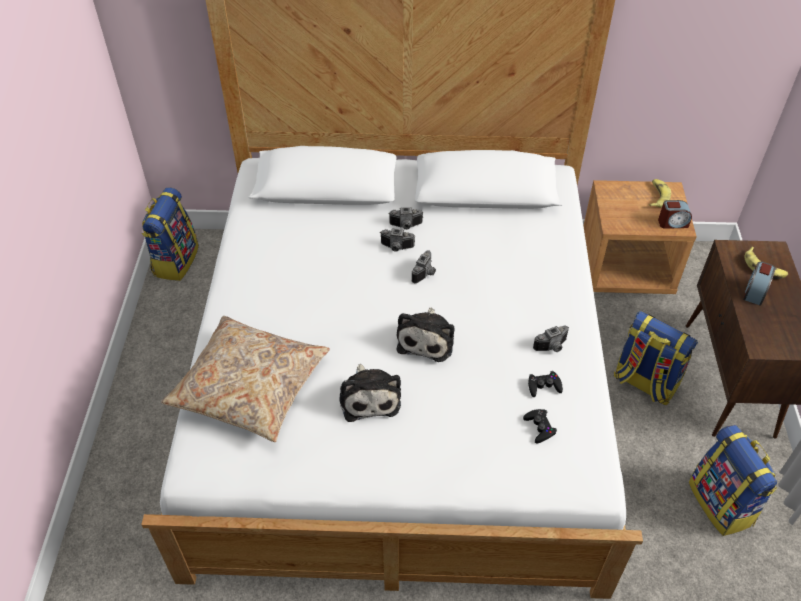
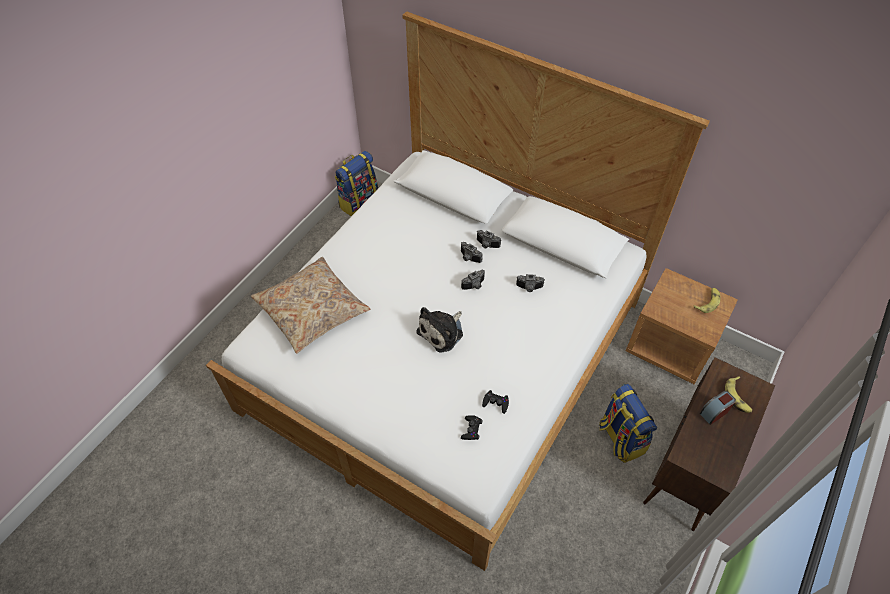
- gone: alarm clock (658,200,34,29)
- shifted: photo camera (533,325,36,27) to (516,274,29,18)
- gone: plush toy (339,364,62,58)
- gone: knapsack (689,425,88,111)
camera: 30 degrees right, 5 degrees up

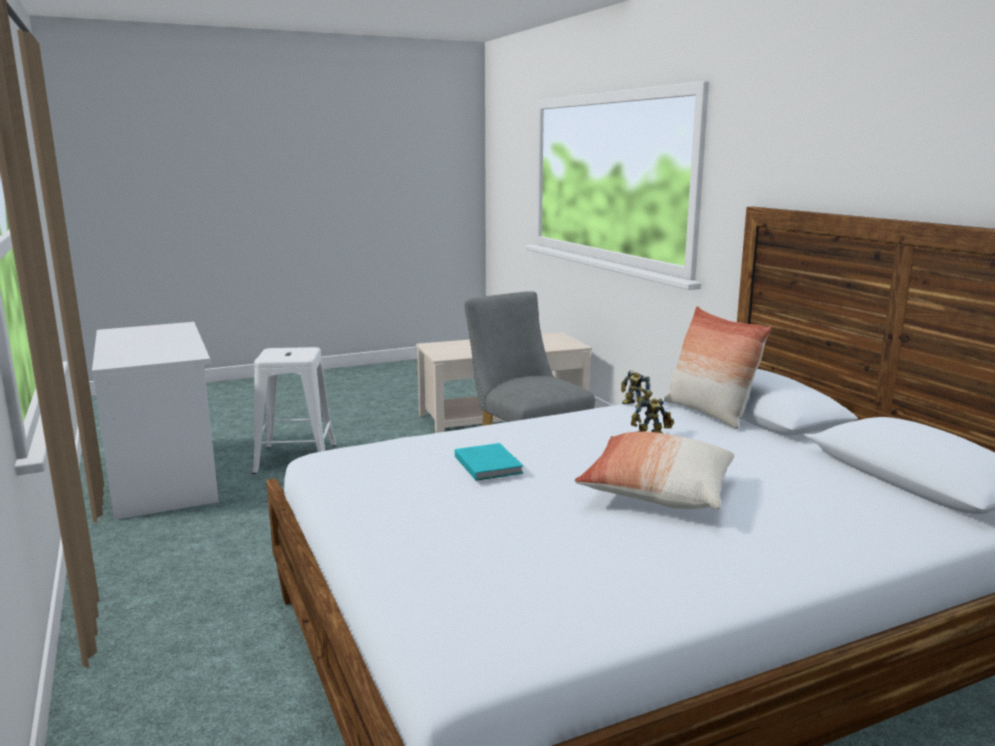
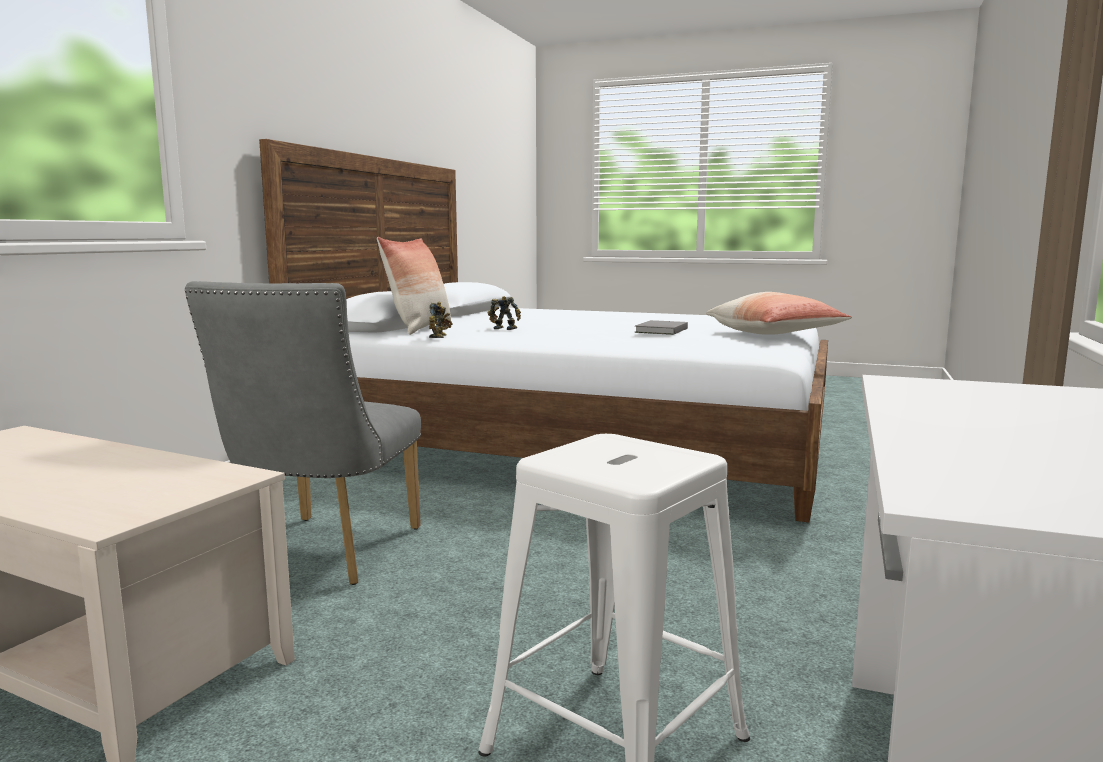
- shifted: throw pillow (574,431,160,78) to (706,292,146,43)
- repainted: turquoise-coloured bound book (455,443,68,38) to gray bound book (635,320,53,15)
camera: 135 degrees left, 5 degrees down

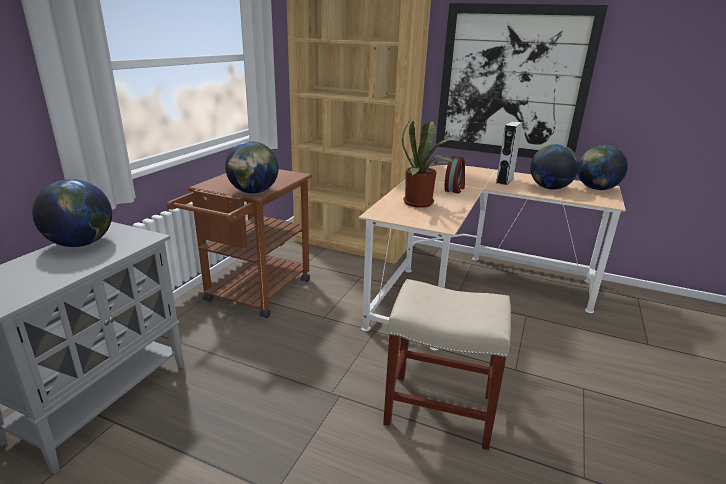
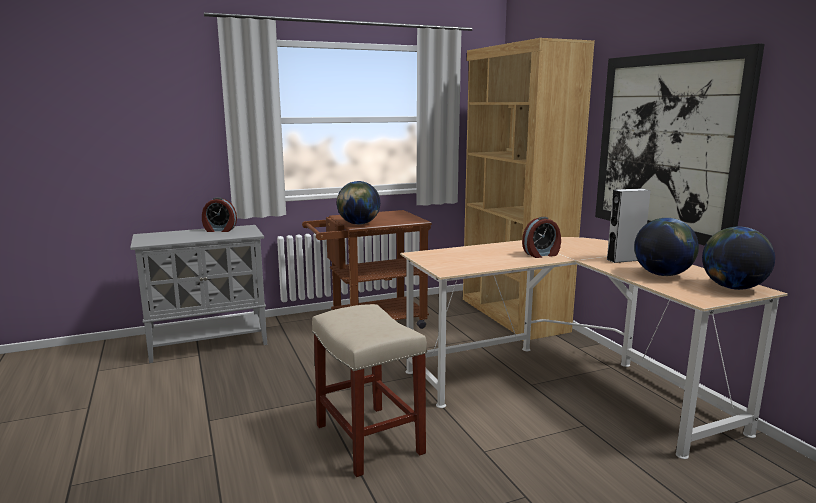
- gone: potted plant (402,119,56,89)
- swapped: globe (32,179,80,68) to alarm clock (202,197,35,35)
camera: 45 degrees right, 10 degrees down

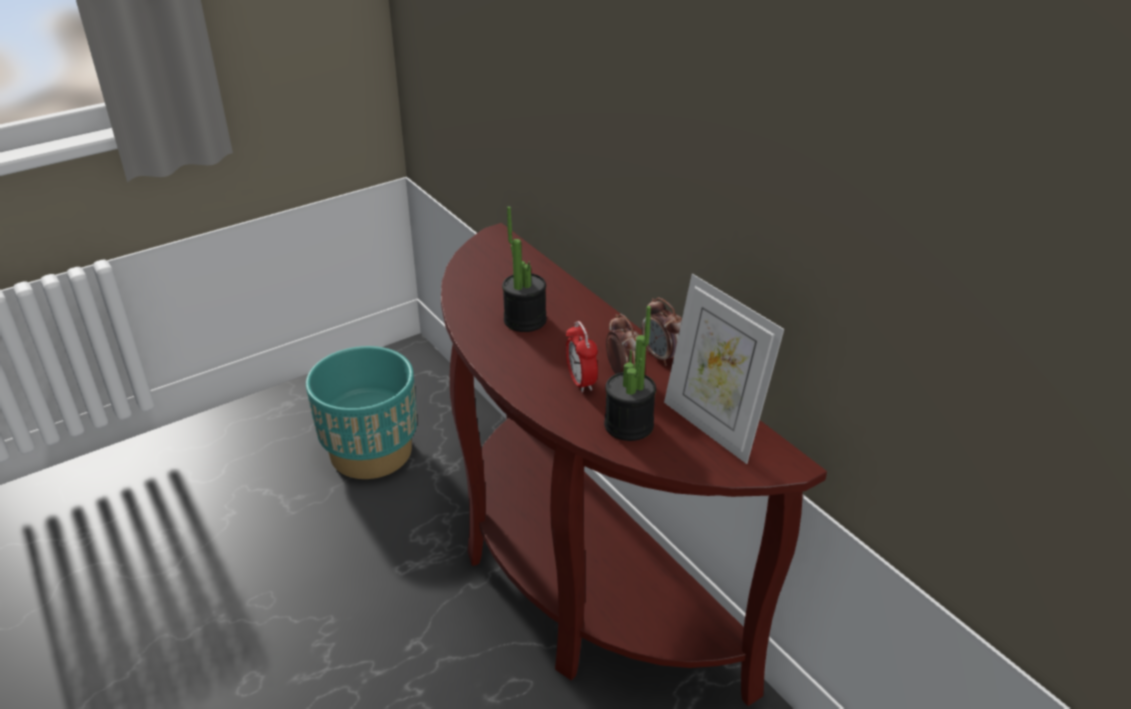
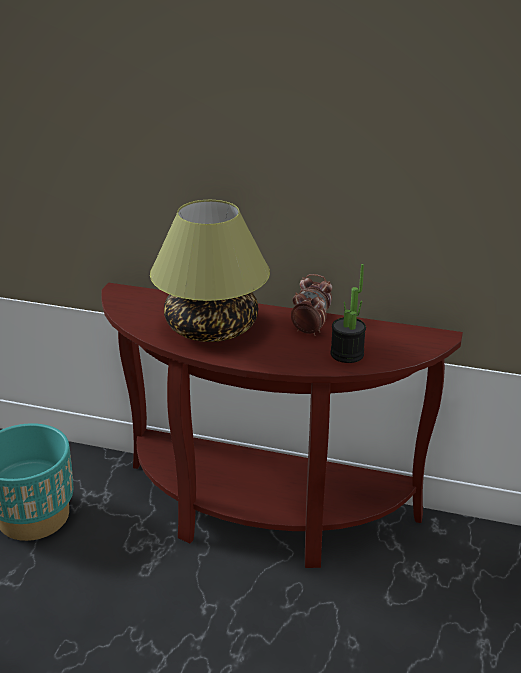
- swapped: potted plant (502,206,45,126) to tabletop lamp (150,200,120,142)
- gone: photo frame (664,274,120,190)
- gone: alarm clock (566,321,32,72)
camera: 40 degrees left, 5 degrees down

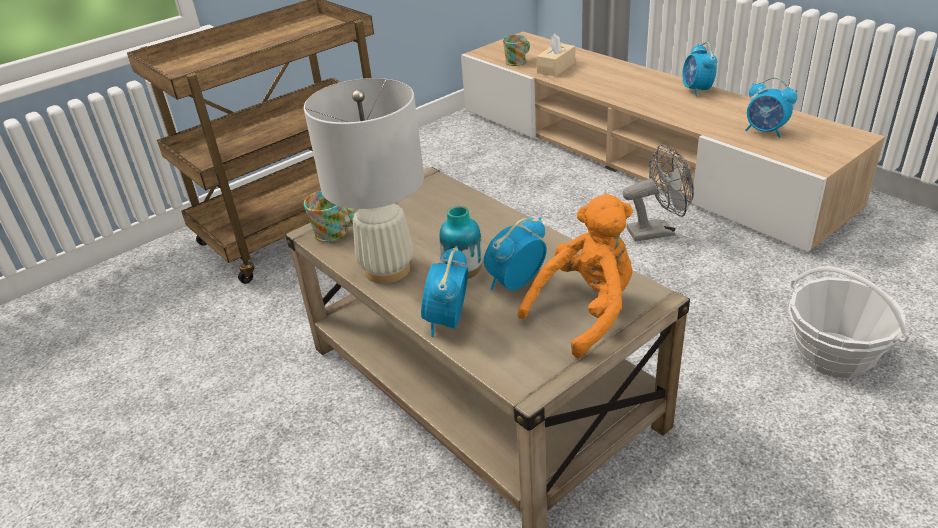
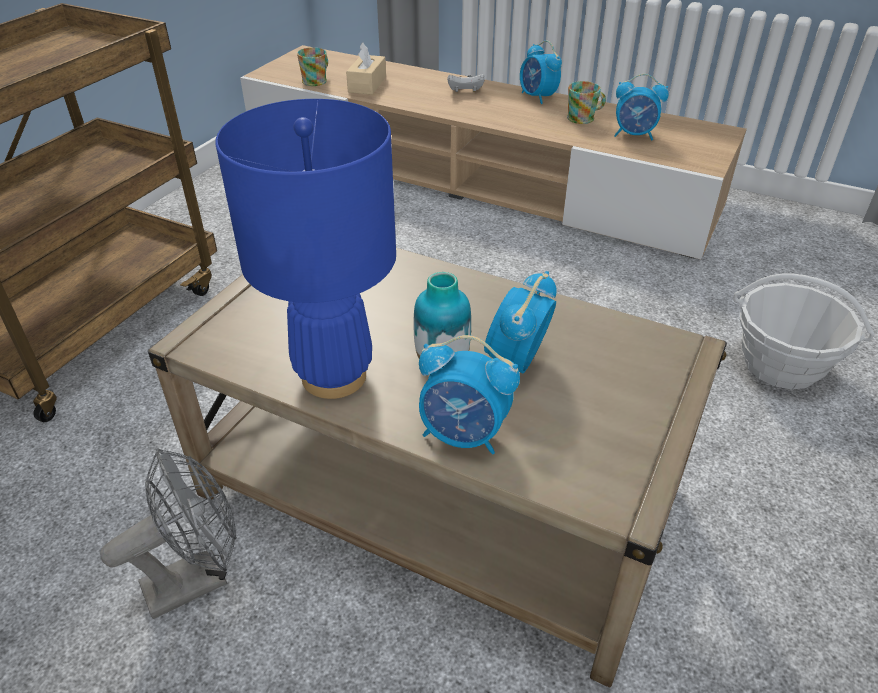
- repainted: white tabletop lamp (304,78,120,206) to blue-coloured tabletop lamp (215,99,181,300)
- shifted: gray fan (623,144,71,97) to (100,449,137,170)
- shifted: mug (304,191,51,51) to (567,81,39,43)
- gone: orangey plush toy (518,194,115,164)
- rotated: alarm clock (421,246,47,91) = (419,335,101,120) 60 degrees counterclockwise
- new: white joypad (447,74,38,18)
camera: 25 degrees left, 5 degrees up

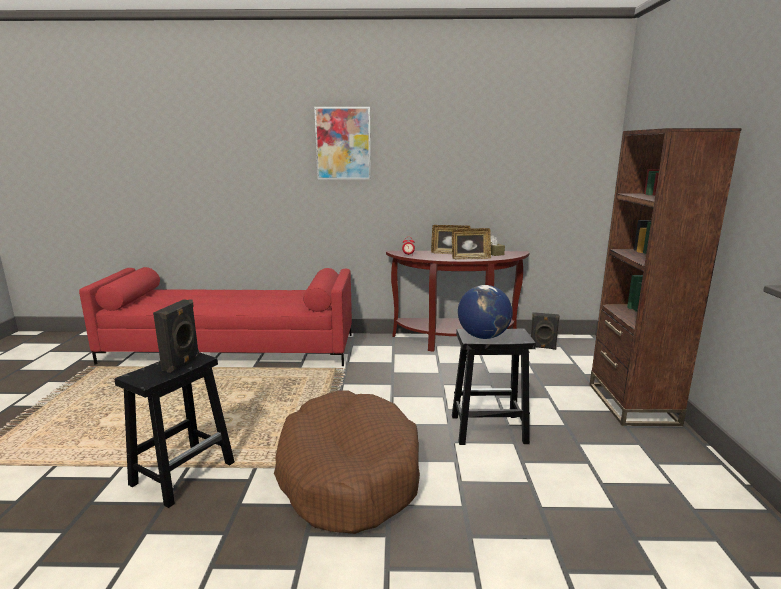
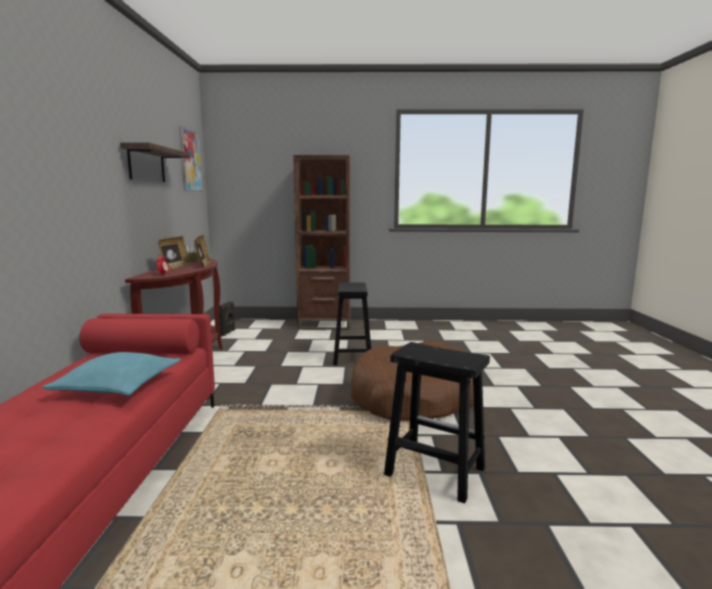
- shifted: wall picture (314,107,57,73) to (179,126,24,66)
- gone: globe (458,285,55,54)
- gone: black-coloured speaker (153,299,46,74)
- new: wall shelf (120,143,71,39)
- new: turquoise-coloured throw pillow (42,352,139,44)
camera: 90 degrees left, 5 degrees down

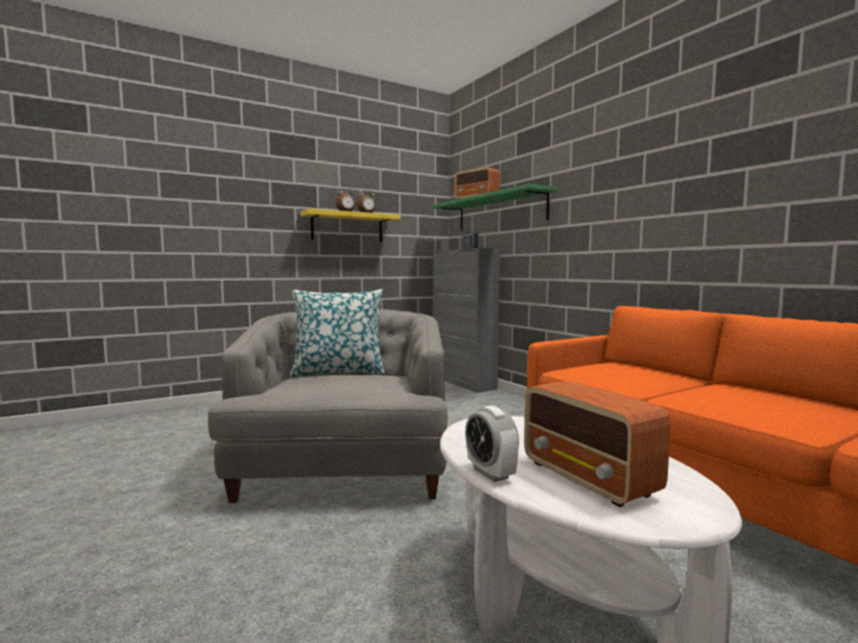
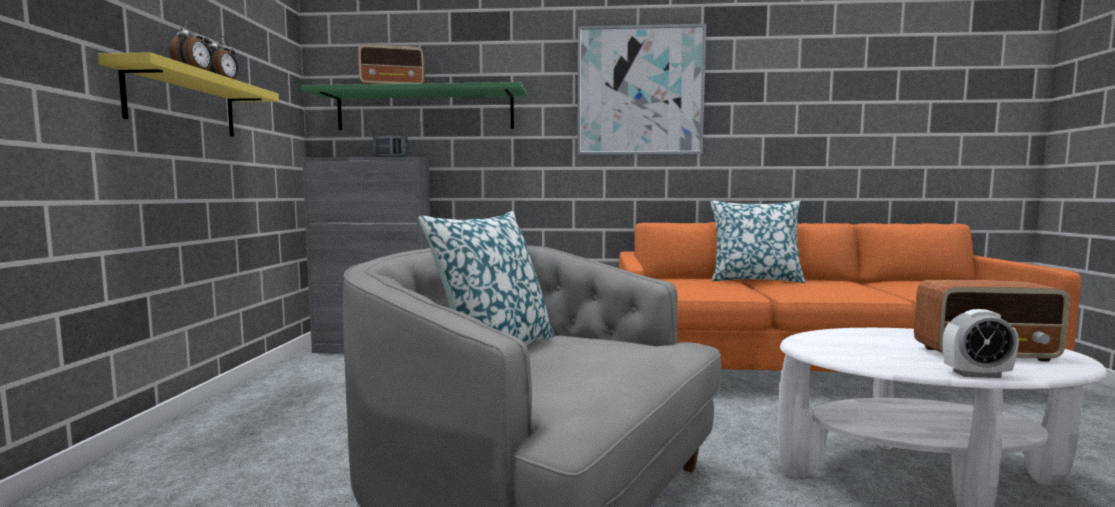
- new: wall picture (577,24,129,131)
- new: throw pillow (711,200,95,83)
camera: 55 degrees left, 0 degrees up

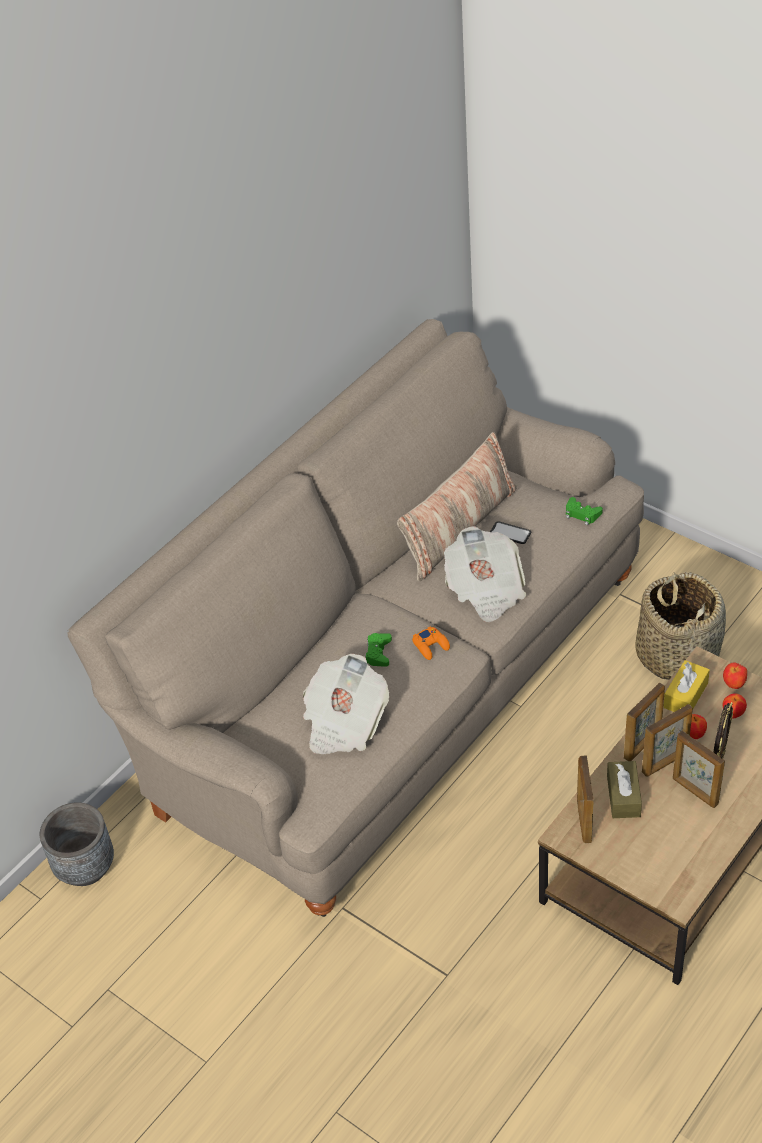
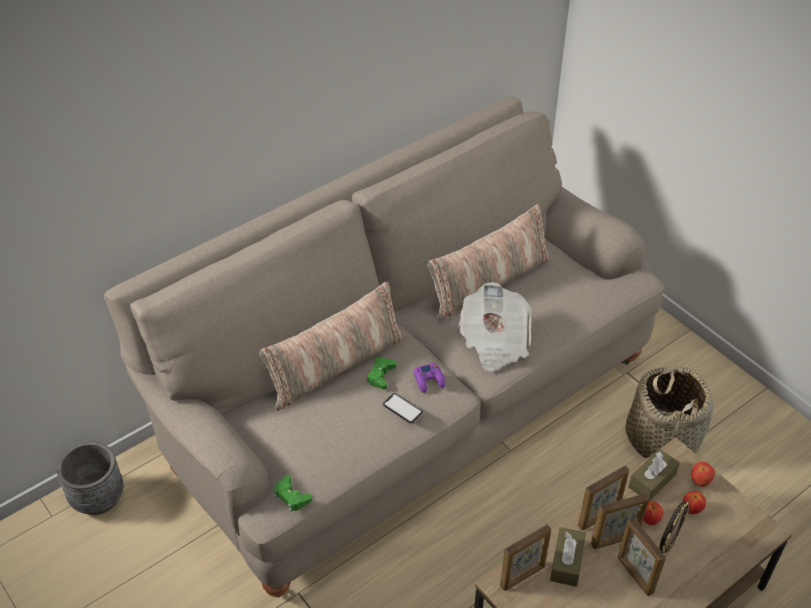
- shifted: greenish joypad (566,497,37,28) to (274,475,38,37)
- shifted: handset (490,521,41,23) to (383,393,40,30)
- repainted: orangey joypad (412,626,38,34) to purplish joypad (414,363,32,30)
- gone: daily paper (302,654,87,100)
- repainted: yellowish box of tissues (663,660,47,52) to brownish box of tissues (628,448,52,53)
- rotated: photo frame (577,756,17,87) = (500,524,51,67) 135 degrees counterclockwise
- new: throw pillow (259,282,146,129)
camera: 10 degrees right, 0 degrees up

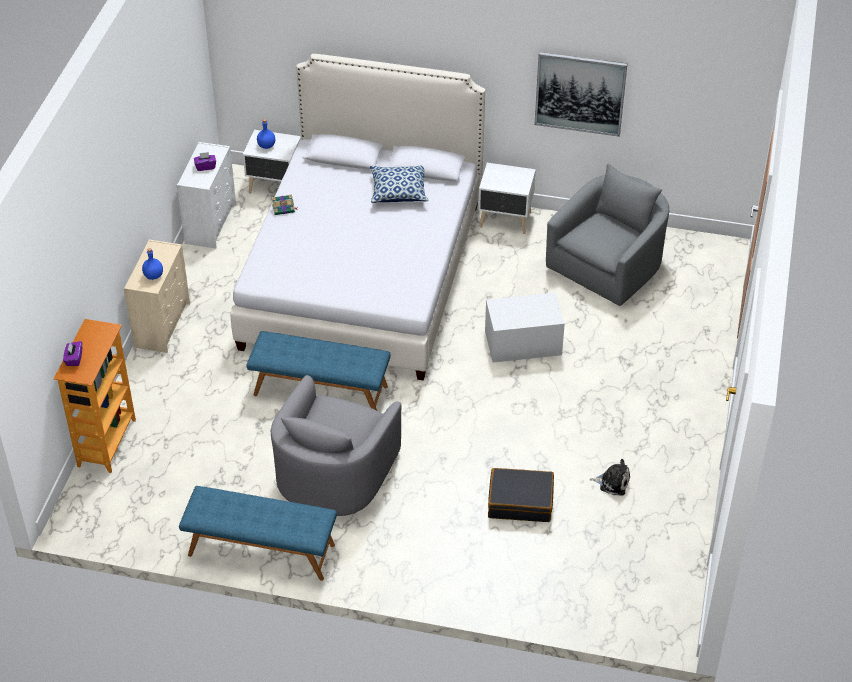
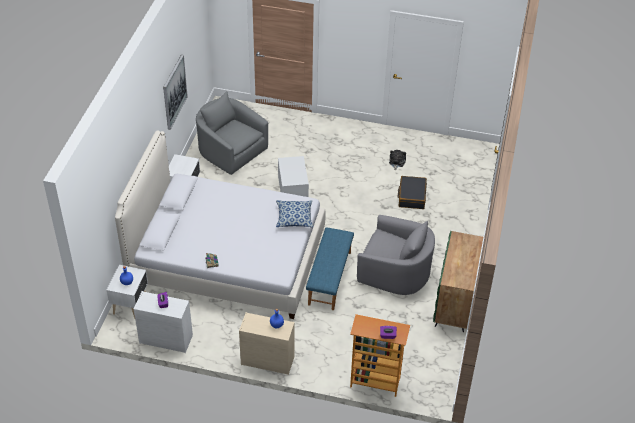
- shifted: throw pillow (370,166,59,37) to (276,200,37,27)
- swapped: blue-coloured long seat (179,486,158,95) to greenish cupboard (433,231,50,101)
camera: 90 degrees left, 0 degrees up

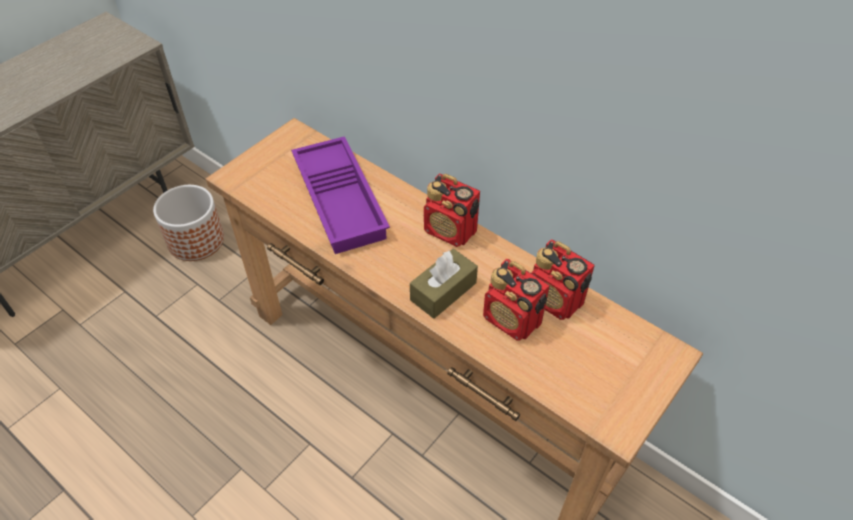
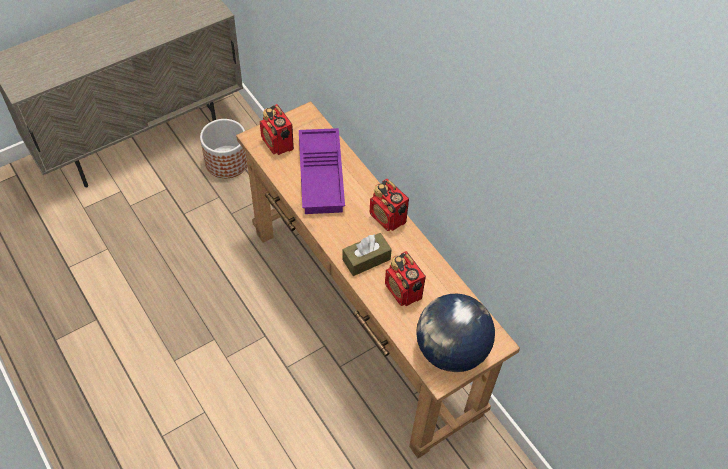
- shifted: radio receiver (531,239,64,81) to (260,104,34,51)
- new: globe (416,294,79,78)
camera: 15 degrees right, 5 degrees up

